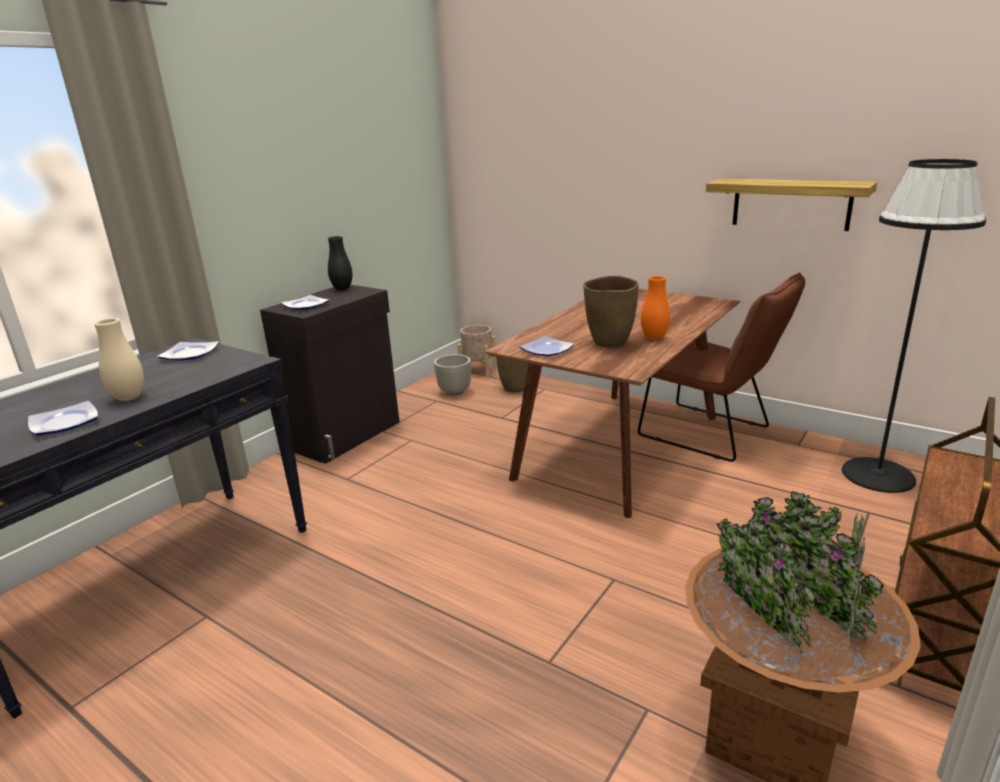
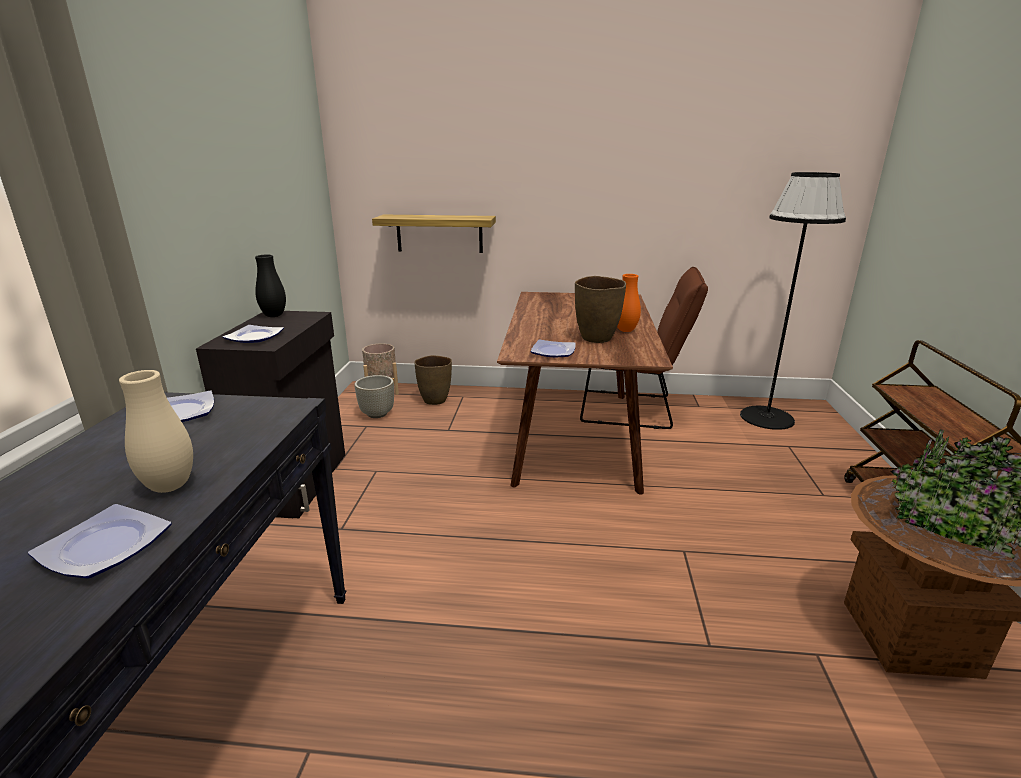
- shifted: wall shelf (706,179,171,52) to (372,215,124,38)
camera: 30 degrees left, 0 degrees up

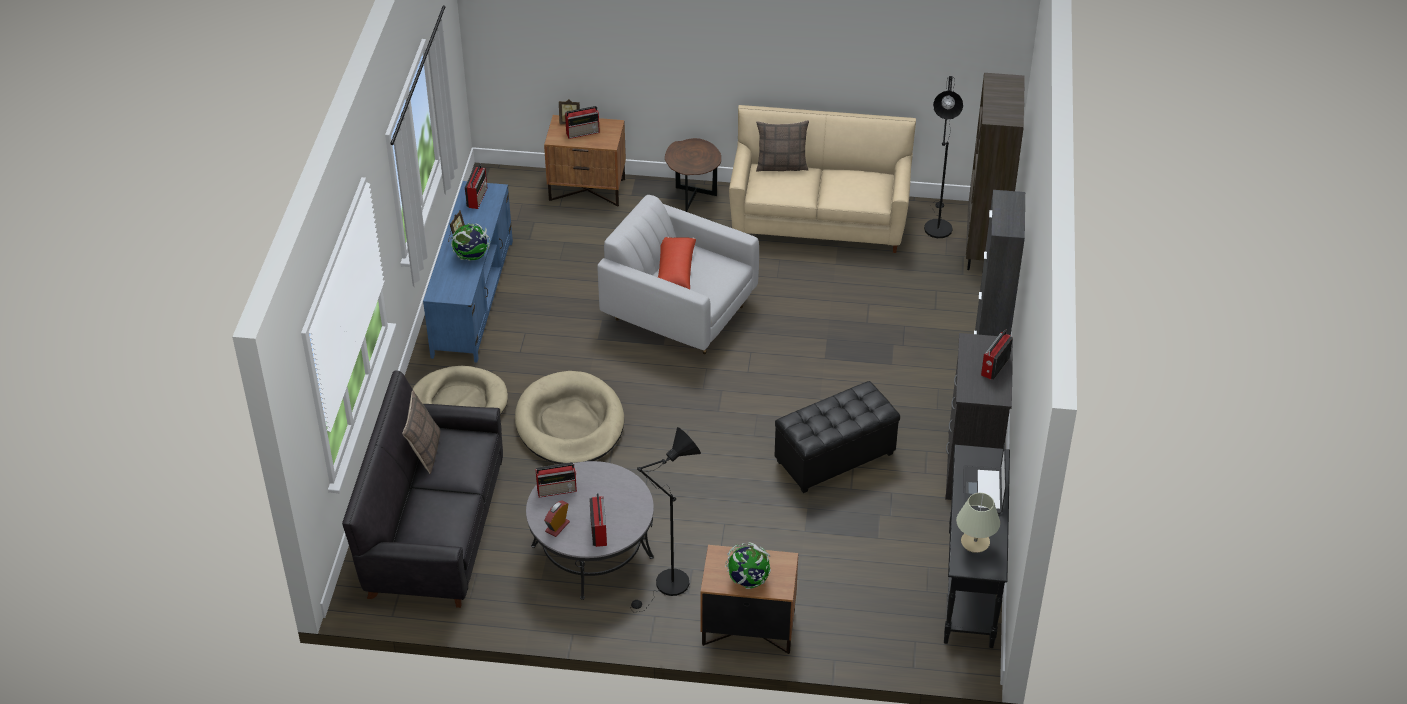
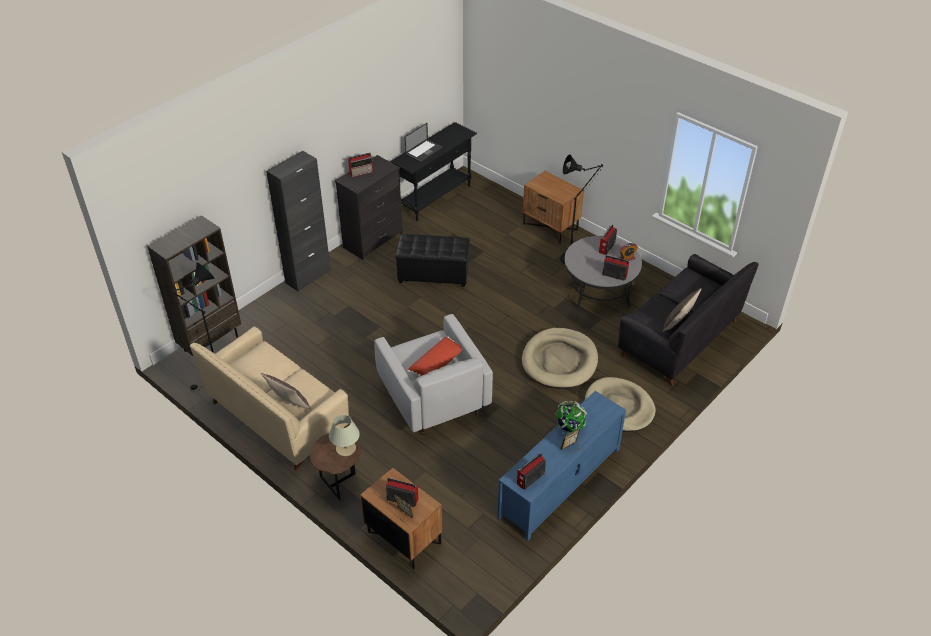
- shifted: sand-coloured tabletop lamp (956,493,44,60) to (329,415,31,41)
- gone: globe (725,542,46,47)
camera: 145 degrees left, 0 degrees up

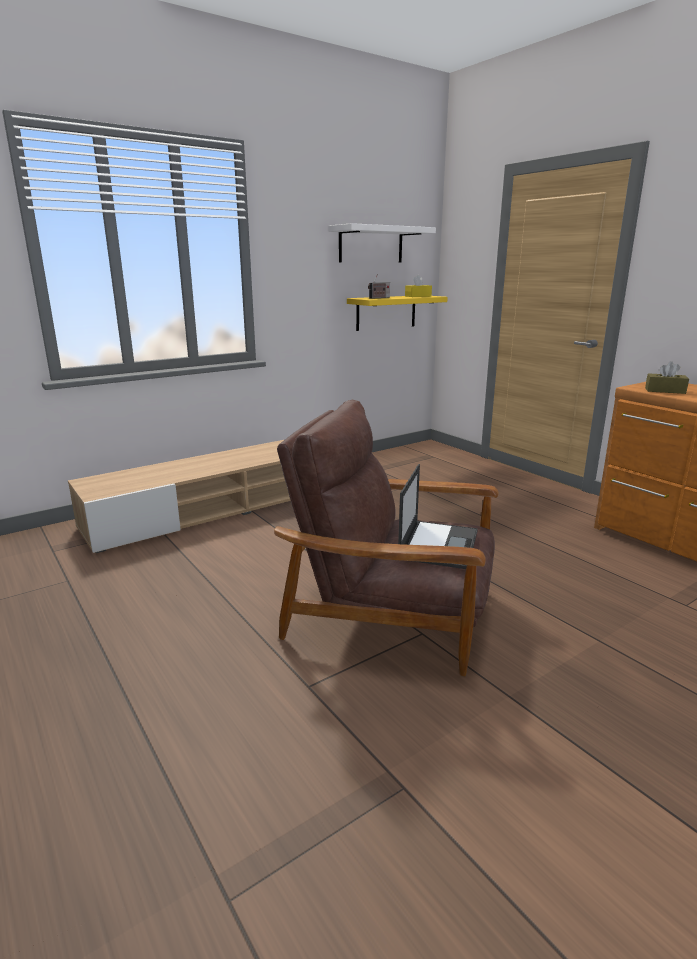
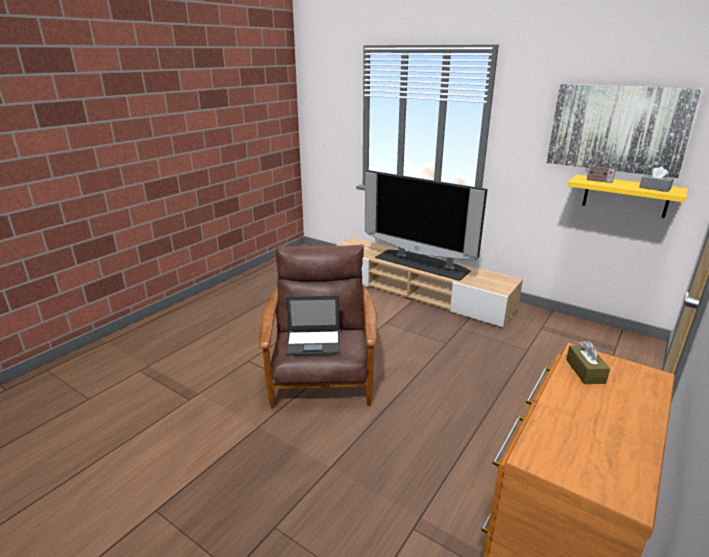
- swapped: white wall shelf (328,223,108,40) to wall picture (547,84,157,94)
- repainted: yellowish box of tissues (405,275,27,22) to gray box of tissues (639,166,35,26)
- new: TV set (365,170,123,111)
camera: 70 degrees right, 5 degrees up

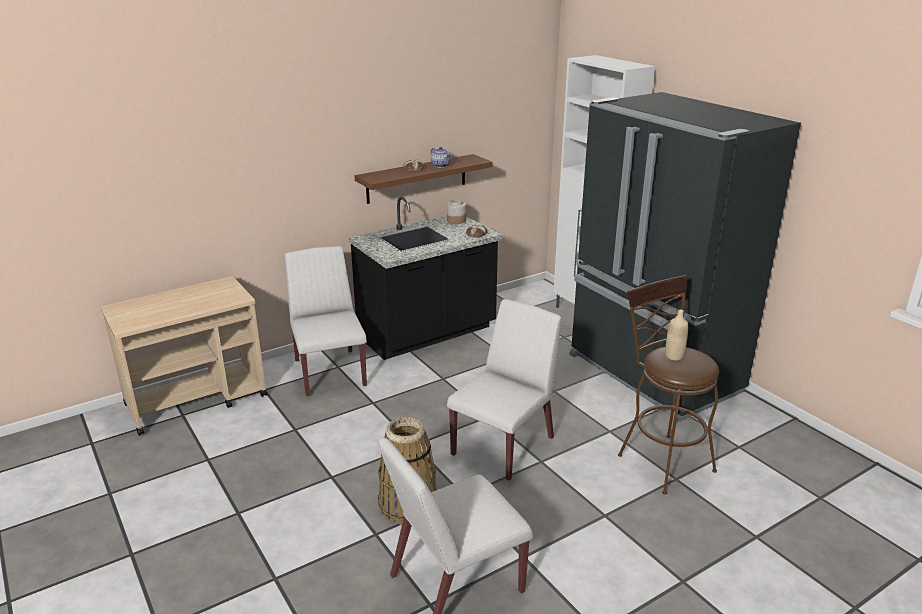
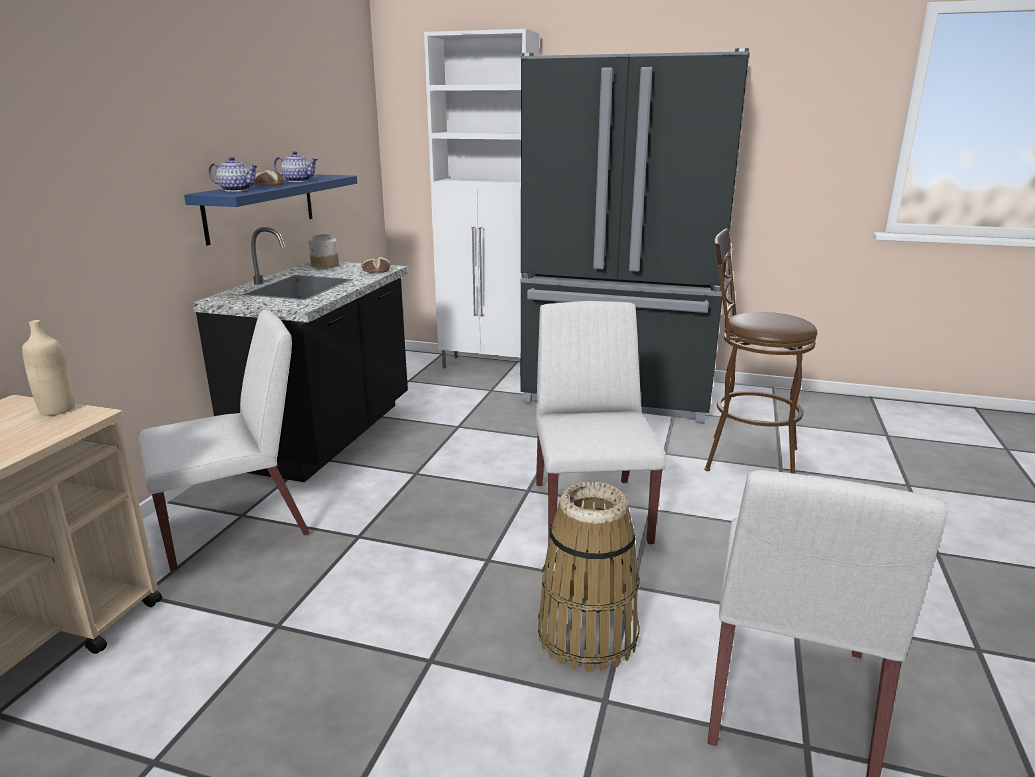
- repainted: brownish wall shelf (355,154,138,50) to blue-coloured wall shelf (184,174,173,71)
- rotated: white chair (285,246,82,151) = (140,309,170,263) 120 degrees clockwise
- shifted: sand-coloured beverage bottle (665,310,23,50) to (22,320,53,96)
- new: tea pot (208,157,51,35)
camera: 40 degrees left, 5 degrees down

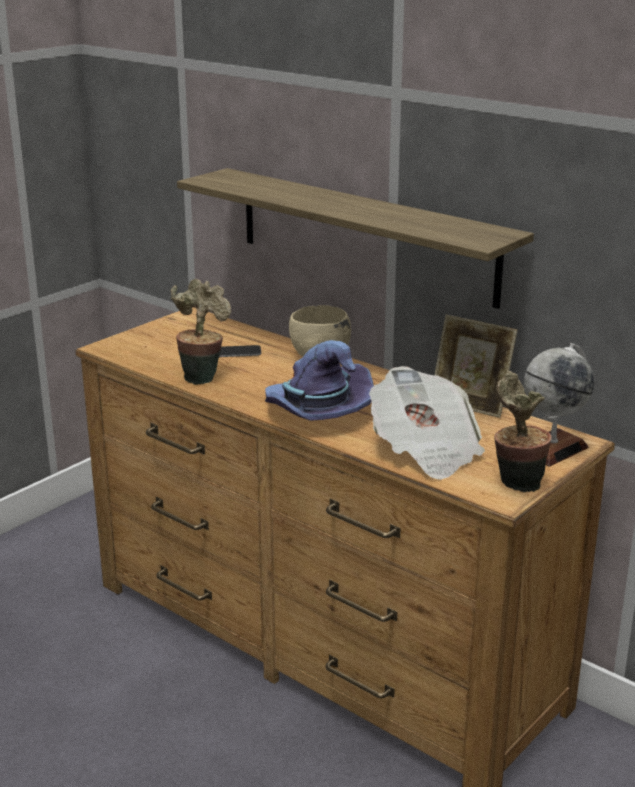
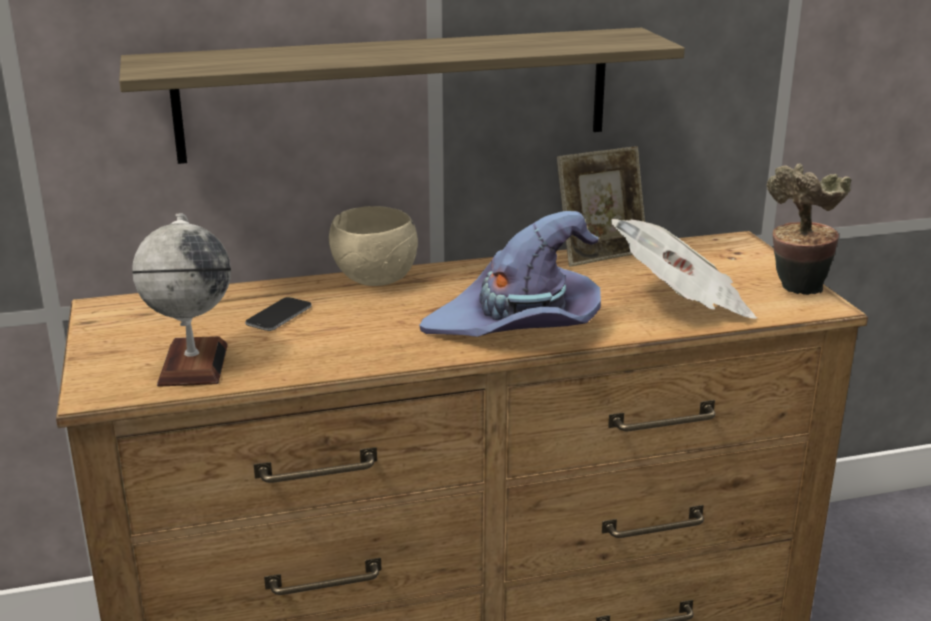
- gone: potted plant (171,279,60,106)
- shifted: globe (524,343,70,124) to (132,214,99,173)
camera: 55 degrees left, 0 degrees up

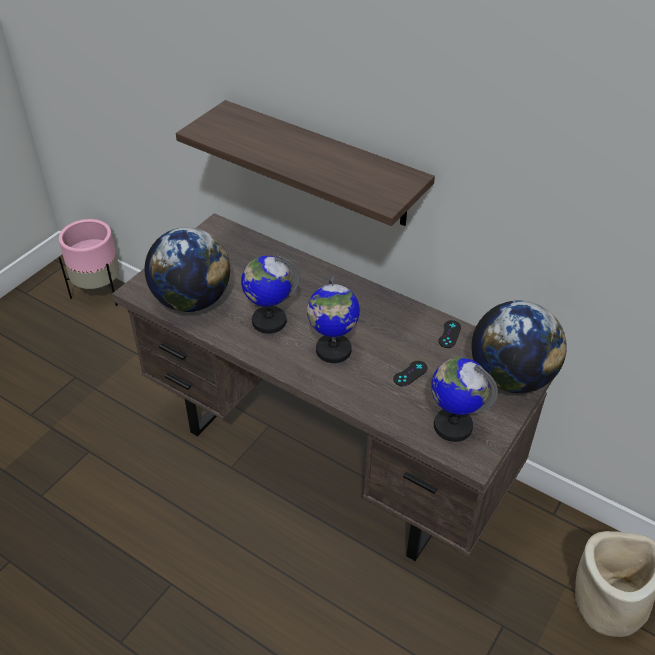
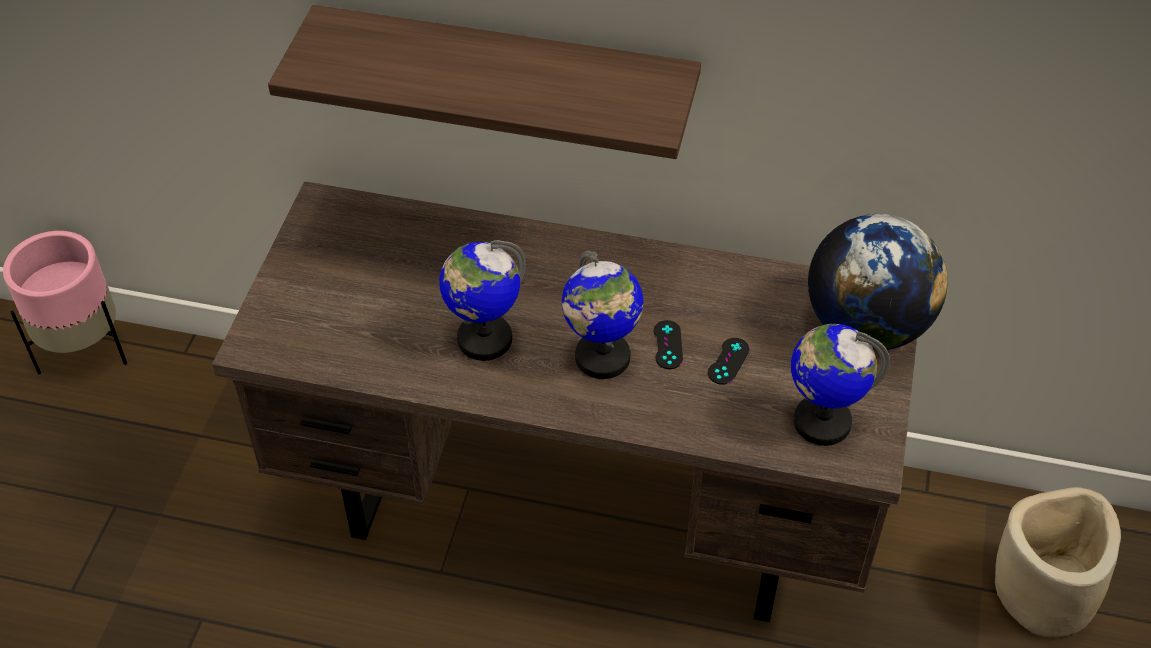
- gone: globe (145,227,85,85)
- shifted: black-coloured joypad (438,320,23,28) to (654,320,29,49)
camera: 20 degrees left, 5 degrees up

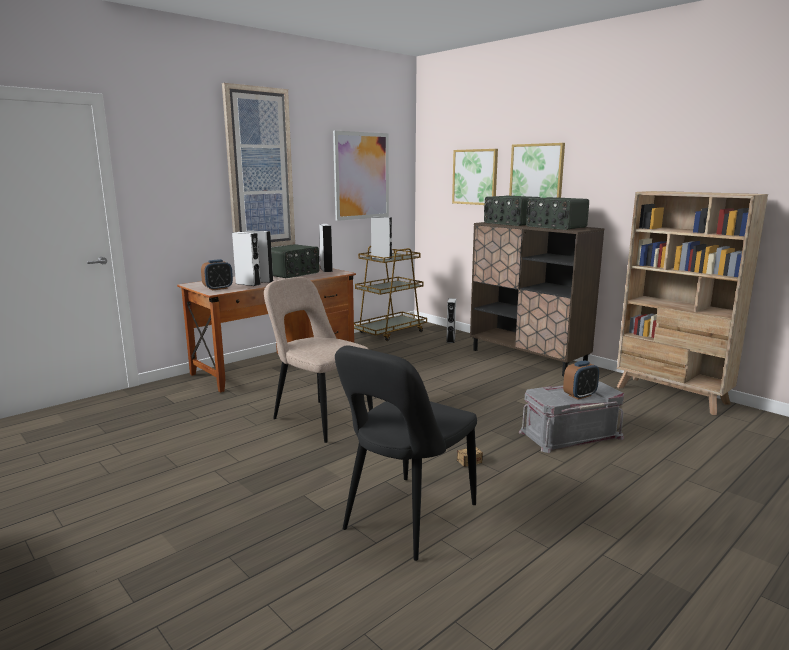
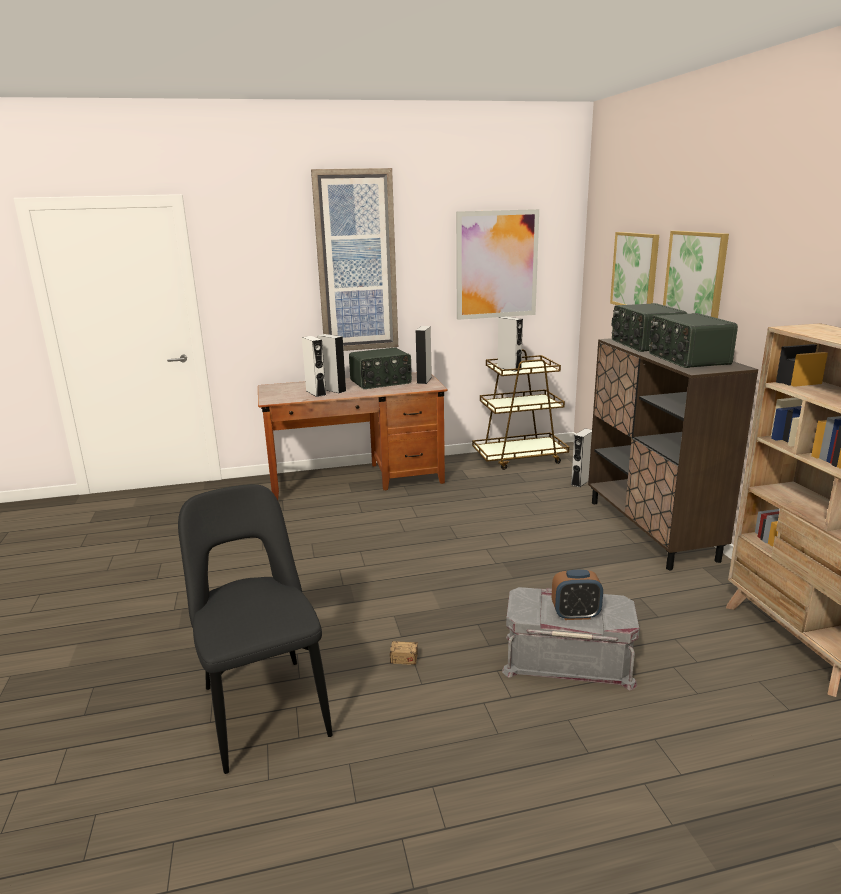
- gone: alarm clock (201,259,32,32)
- gone: sand-coloured chair (264,277,109,166)
- rotated: black-coloured chair (335,345,142,216) = (178,484,155,290) 90 degrees clockwise
camera: 30 degrees right, 5 degrees up

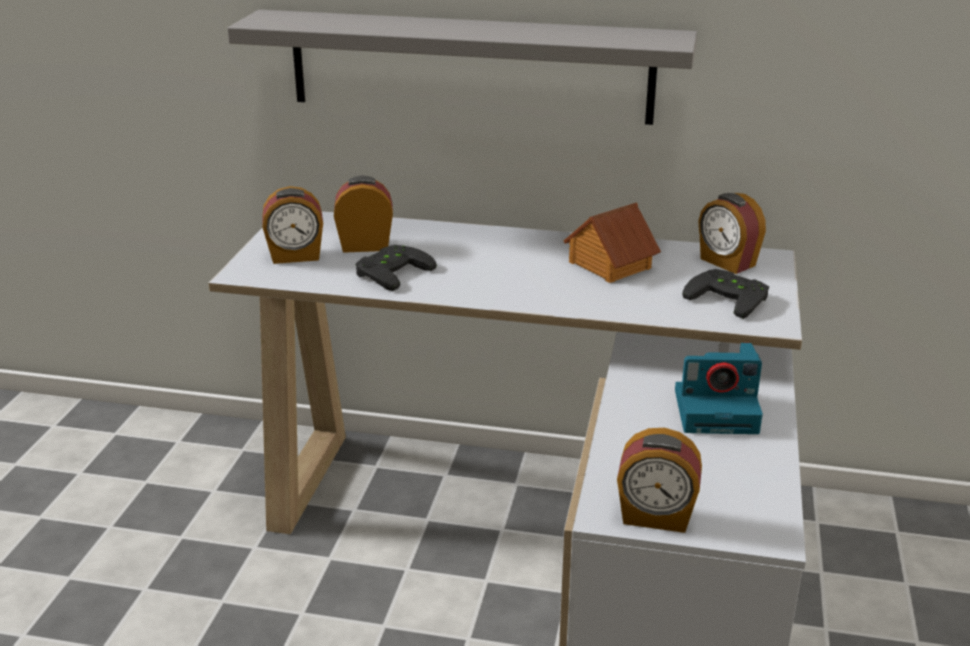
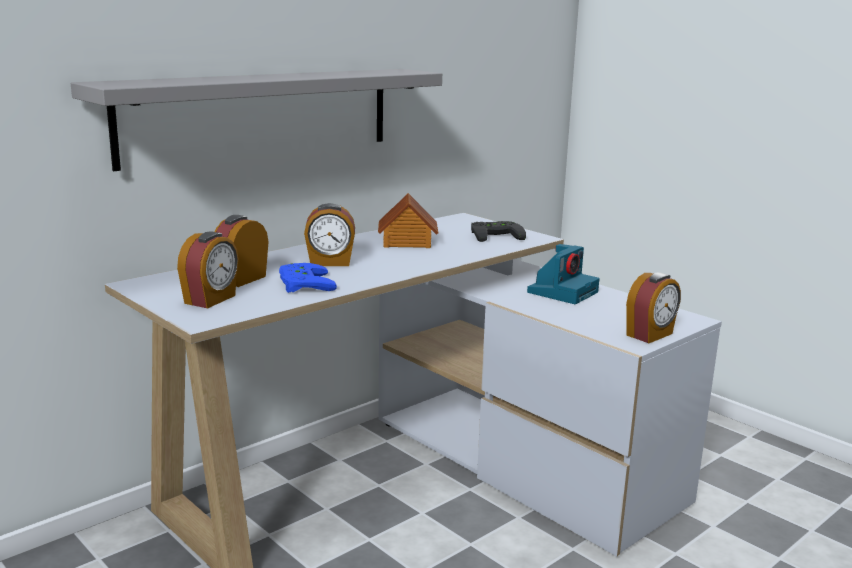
- shifted: alarm clock (698,193,68,81) to (304,203,51,63)
- repainted: black-coloured joypad (356,245,81,46) to blue-coloured joypad (279,263,58,30)
camera: 55 degrees left, 10 degrees down

